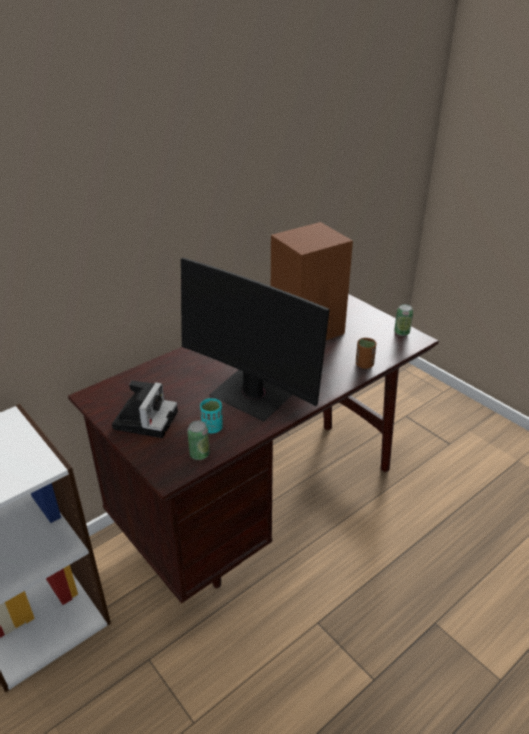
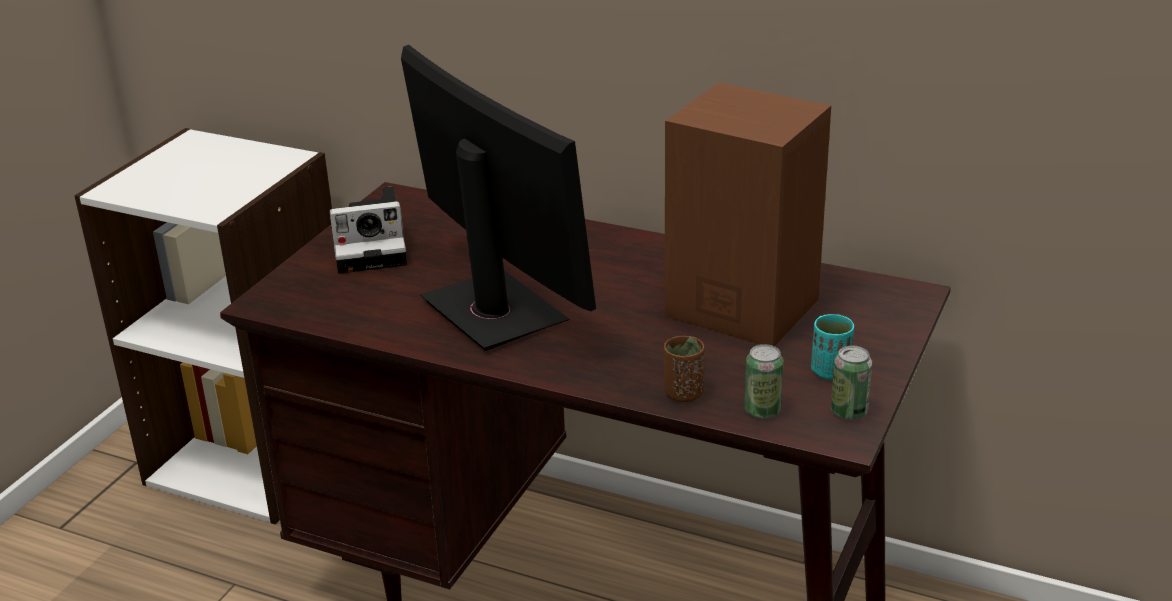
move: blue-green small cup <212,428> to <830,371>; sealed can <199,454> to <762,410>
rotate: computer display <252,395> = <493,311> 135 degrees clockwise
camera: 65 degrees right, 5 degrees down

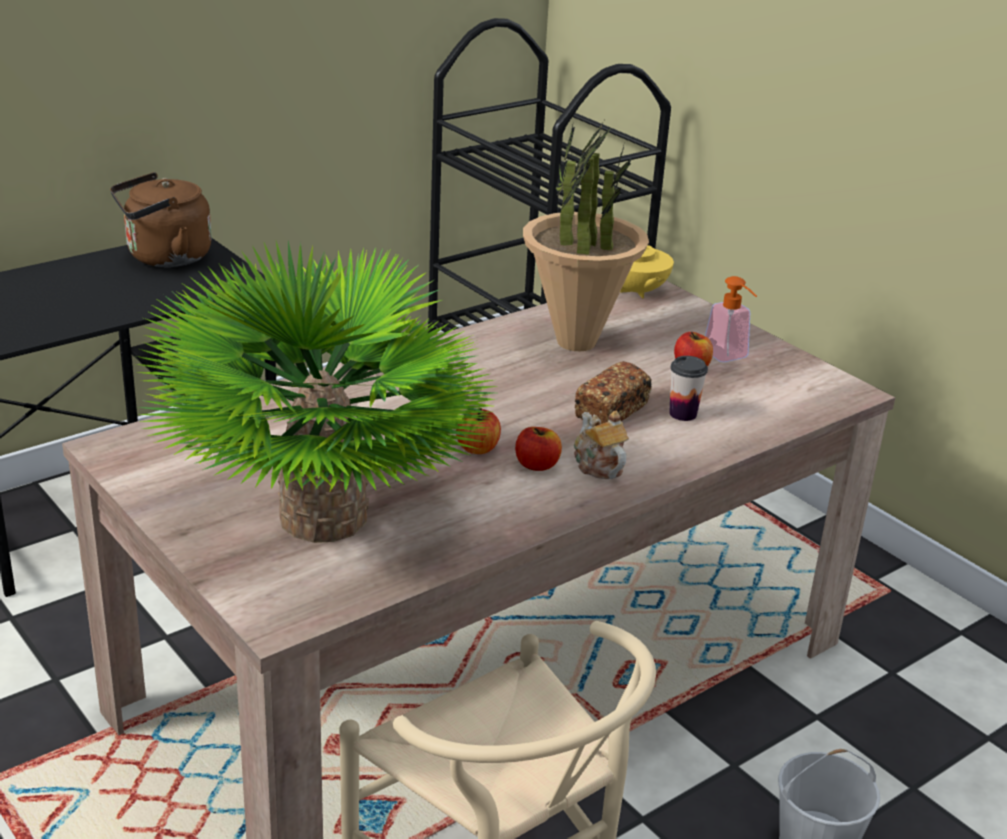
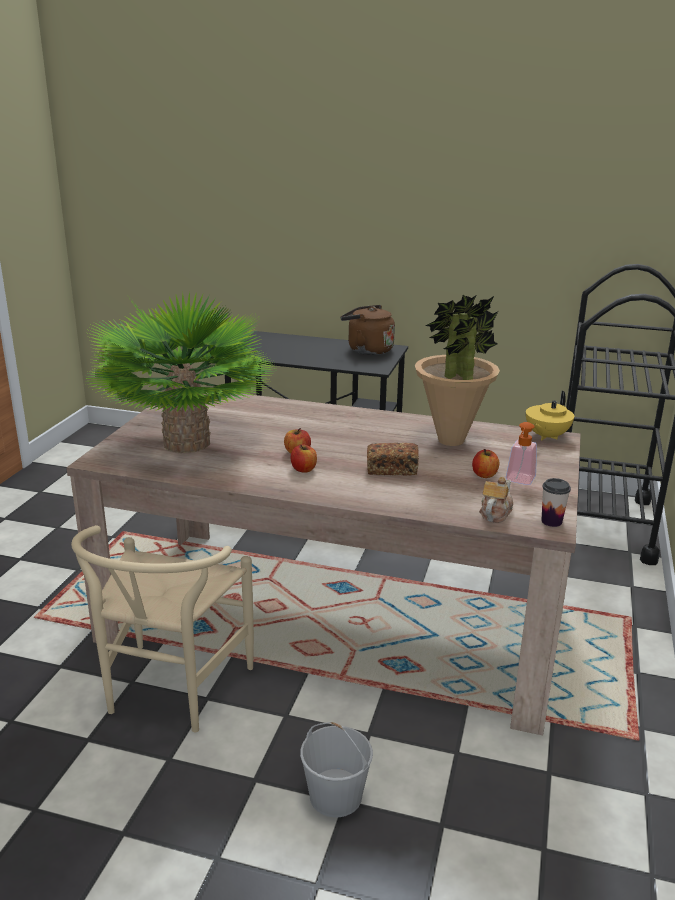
move: small cup <683,414> to <551,521>; teapot <598,465> to <495,513>
camera: 55 degrees right, 5 degrees down

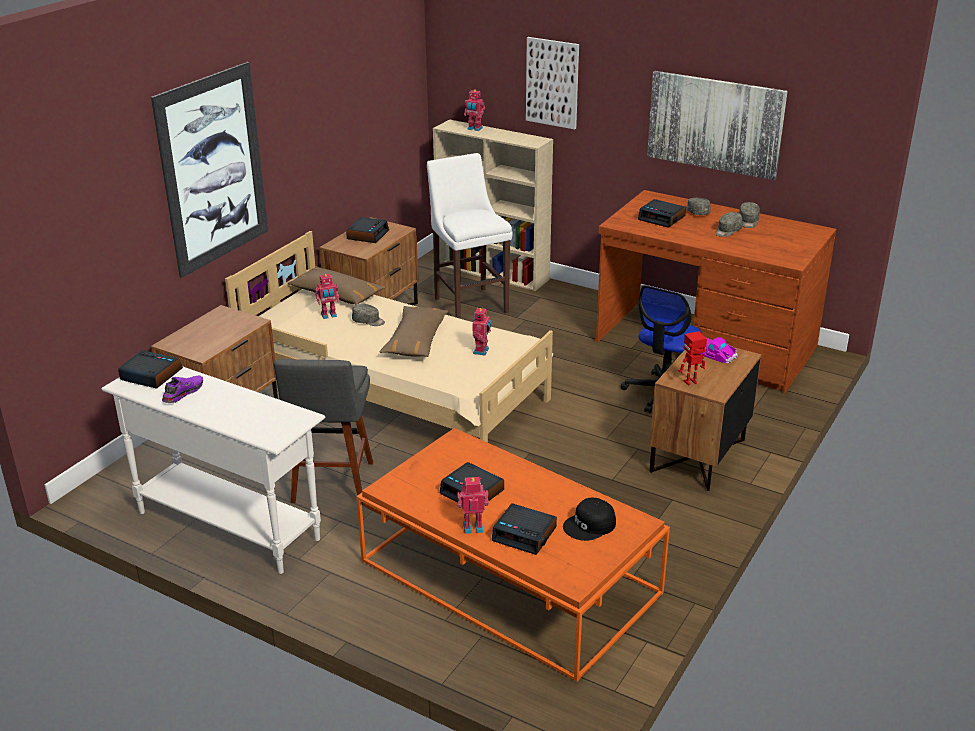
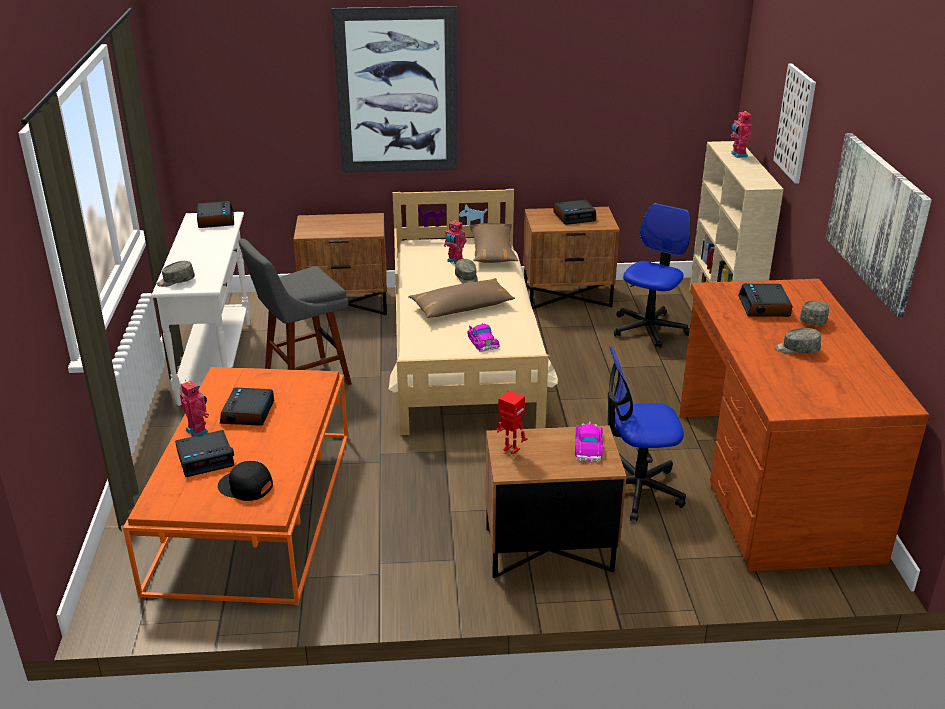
delete: purple-coloured shoe <182,393>
move: greyish baseball cap <748,221> to <176,281>
replace: whitish stool seat <470,303> to office chair <649,329>; robot figure <482,351> to miniature car <482,341>
rotate: table clock <525,534> = <206,458> 105 degrees counterclockwise
camera: 55 degrees right, 0 degrees up

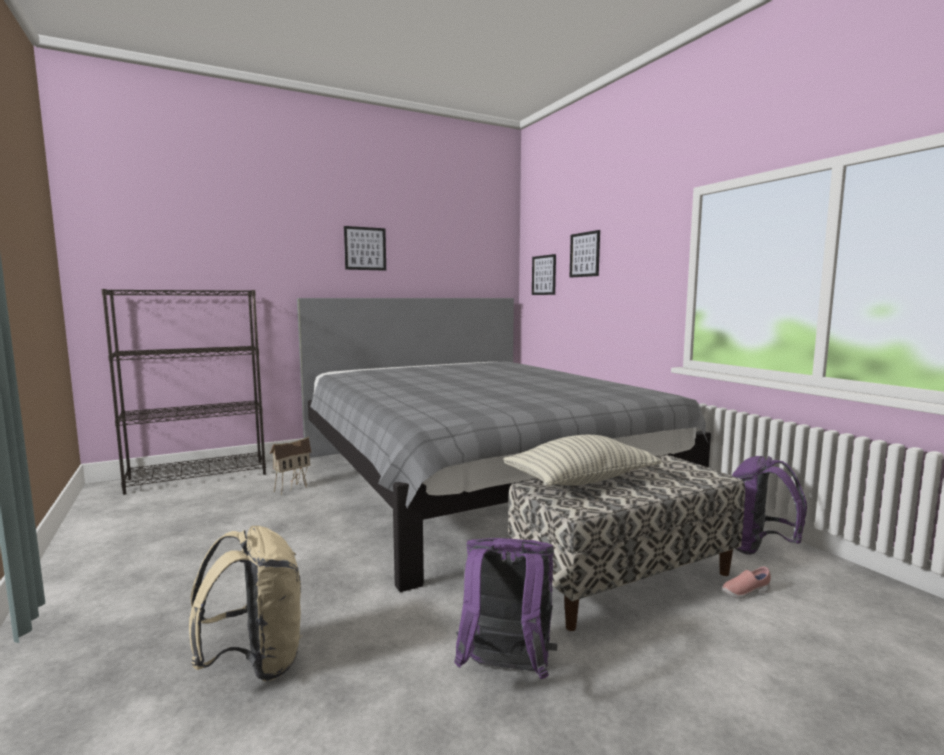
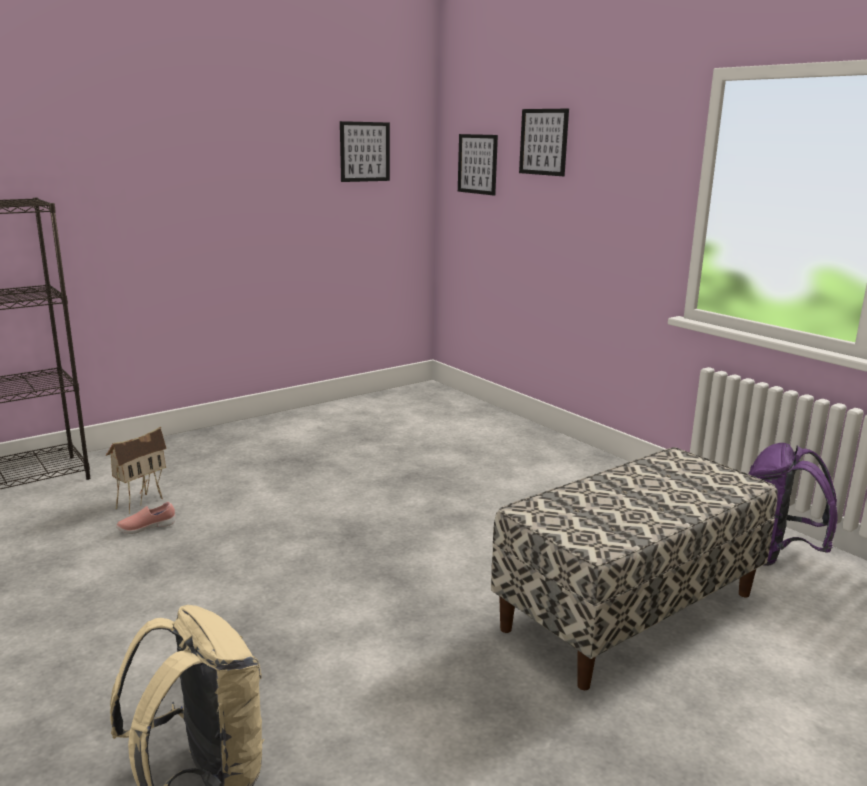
delete: greyish sleeping bed <475,480>; throw pillow <581,481>; purple-coloured knapsack <505,670>
move: picture <365,248> to <364,151>; pink shoe <745,593> to <146,528>
camera: 10 degrees left, 10 degrees up

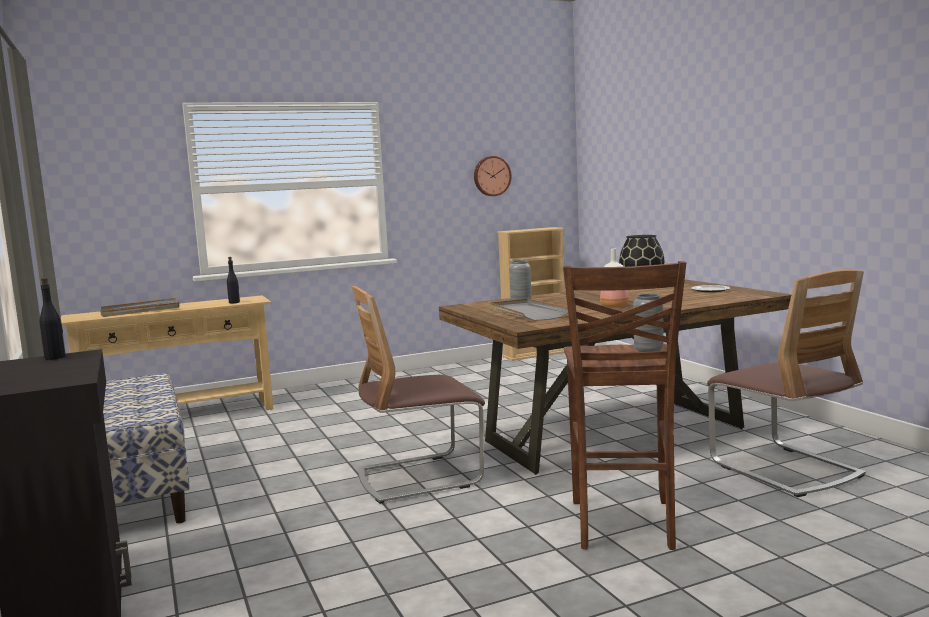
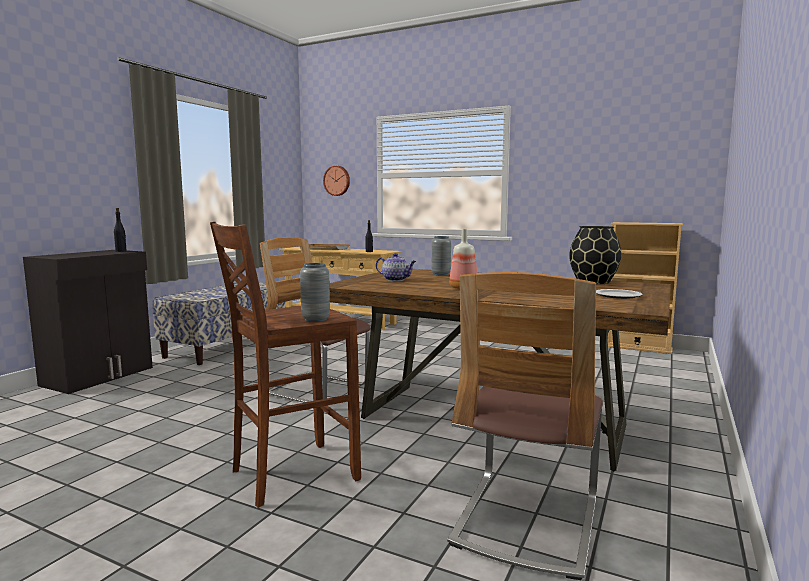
move: clock on the wall <491,176> to <337,180>
replace: greyish carrying tray <527,313> to teapot <396,279>
camera: 50 degrees right, 0 degrees up

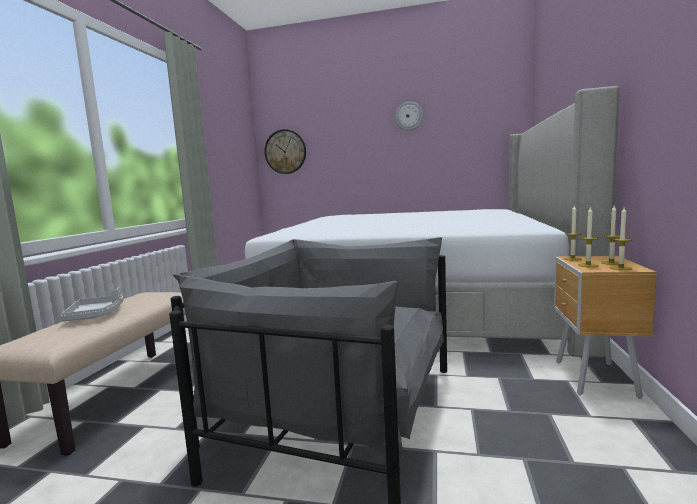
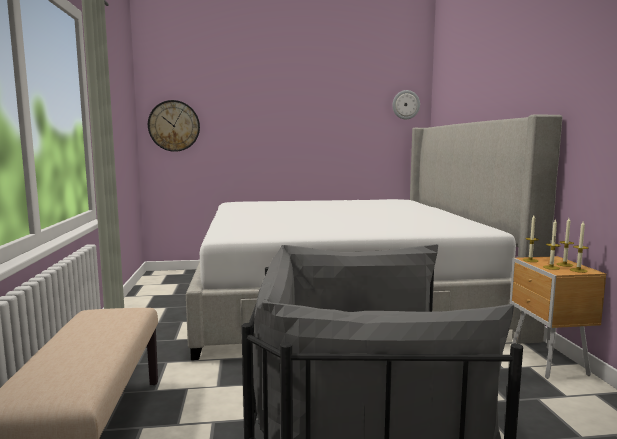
delete: greyish carrying tray <96,315>
move: clock on the wall <409,116> to <405,104>
camera: 20 degrees left, 0 degrees up

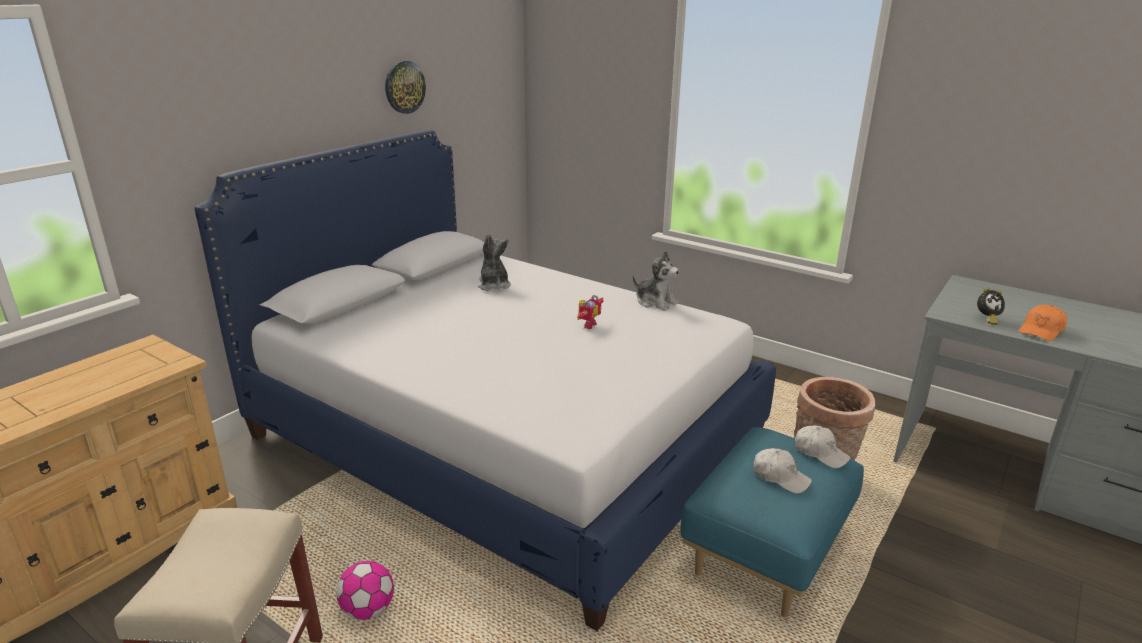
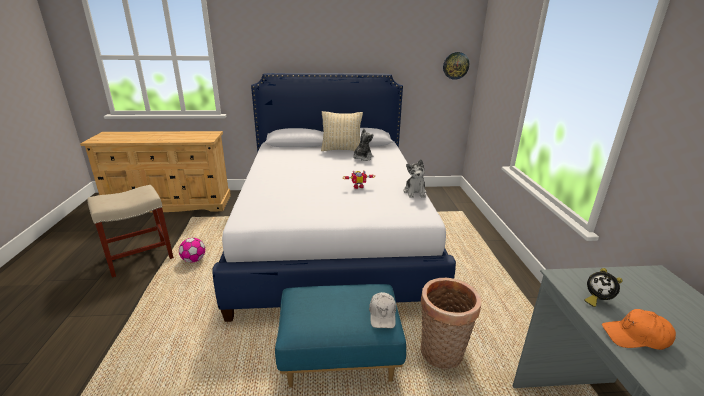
delete: whitish baseball cap <780,477>
insert: beige throw pillow <341,150>
move: clock on the wall <404,87> to <455,65>
camera: 50 degrees right, 0 degrees up

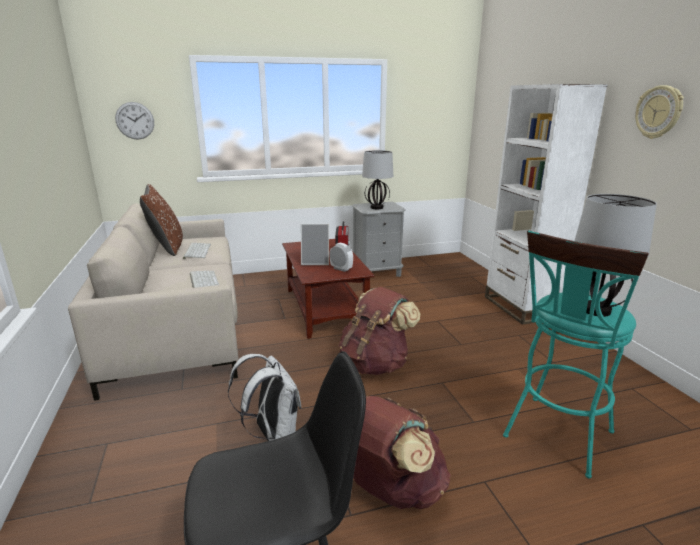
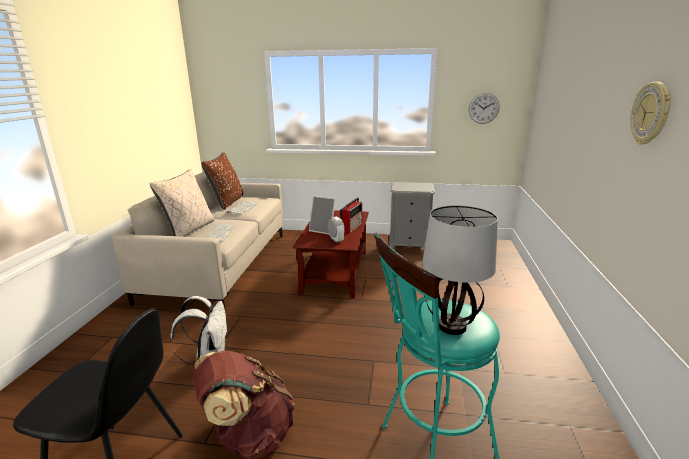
delete: whitish bookshelf <521,307>; table lamp <377,208>; brown knapsack <375,364>
insert: beige throw pillow <189,229>
move: clock on the wall <135,120> to <483,108>
camera: 25 degrees right, 0 degrees up

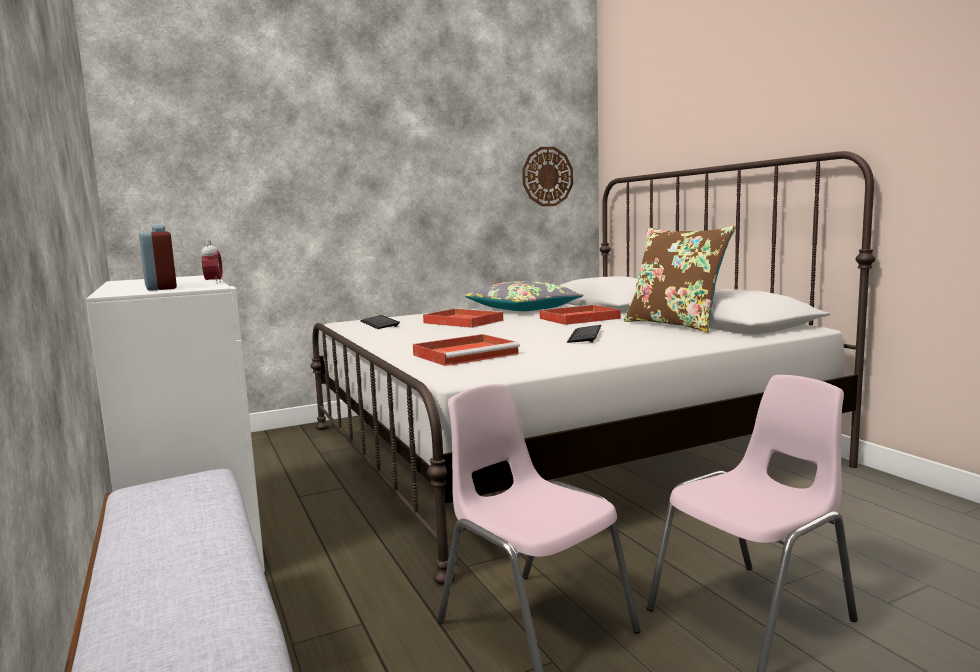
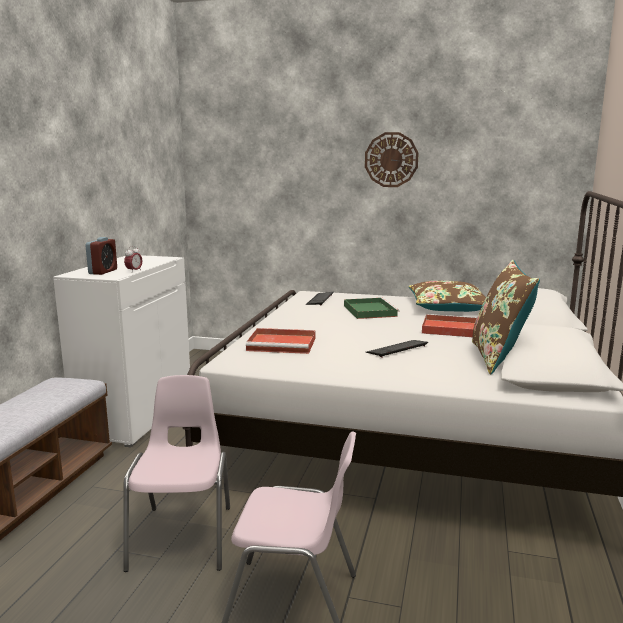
move: clock on the wall <547,176> to <391,159>
recolor: greyish throw pillow <523,309> to brown throw pillow <448,307>; reddish carrying tray <462,321> to green carrying tray <369,310>
camera: 40 degrees right, 5 degrees up

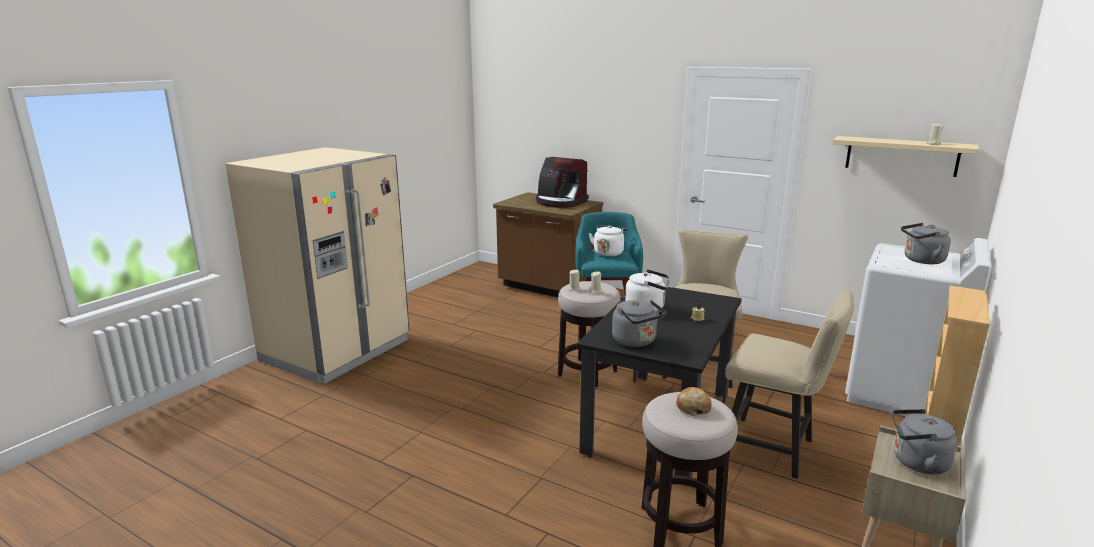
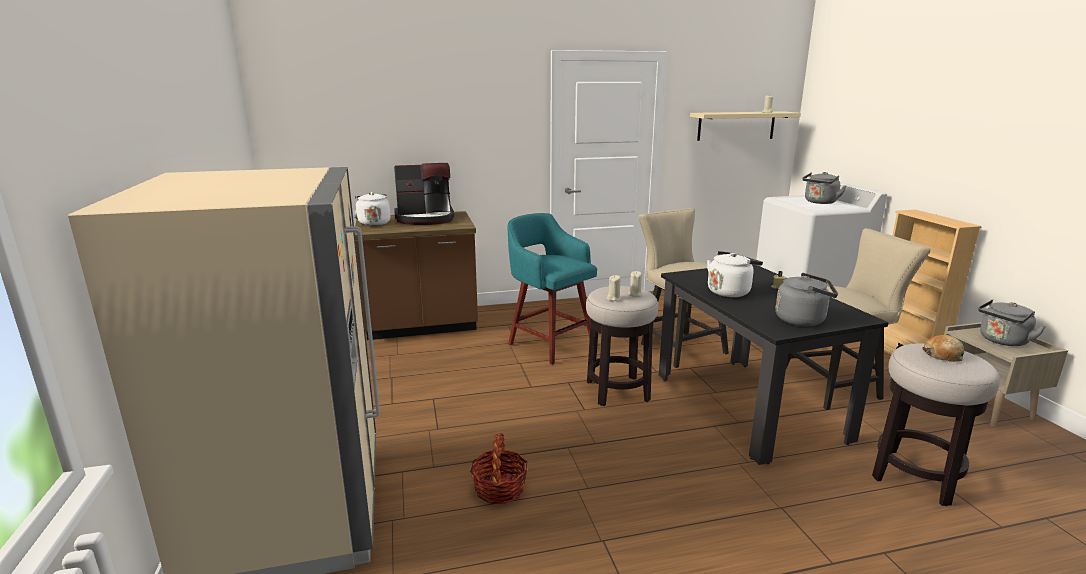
insert: storage basket <499,488>
move: whitish tea kettle <608,253> to <373,223>
camera: 45 degrees left, 0 degrees up

